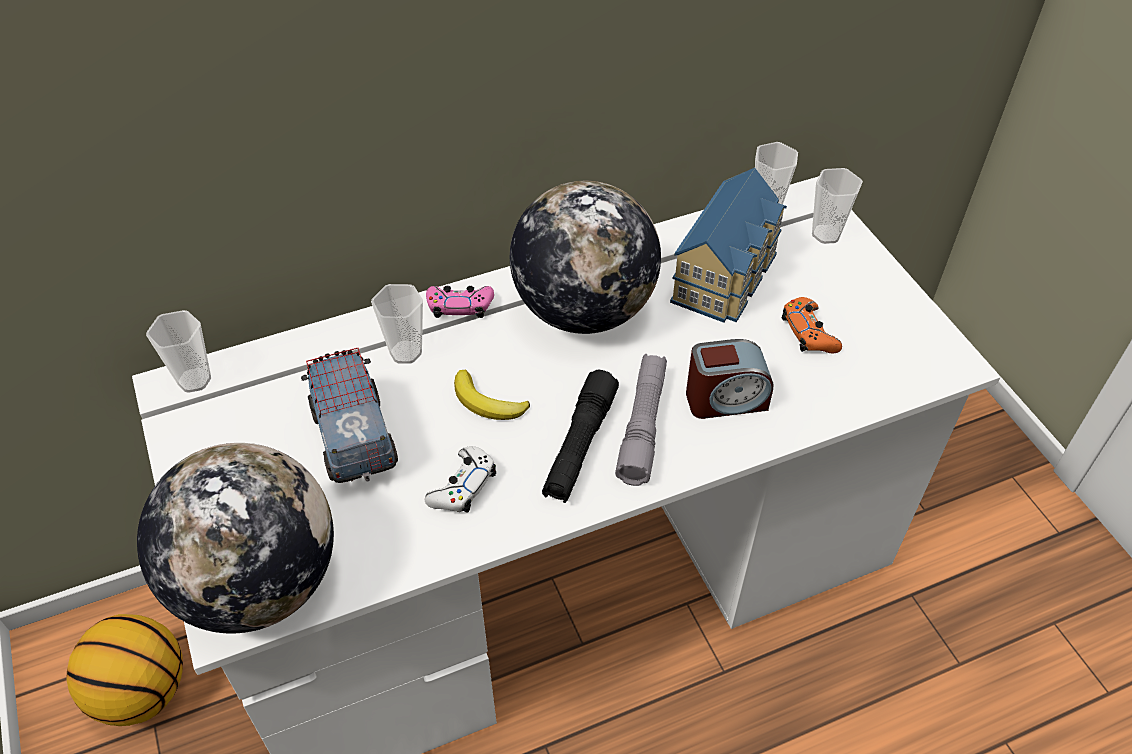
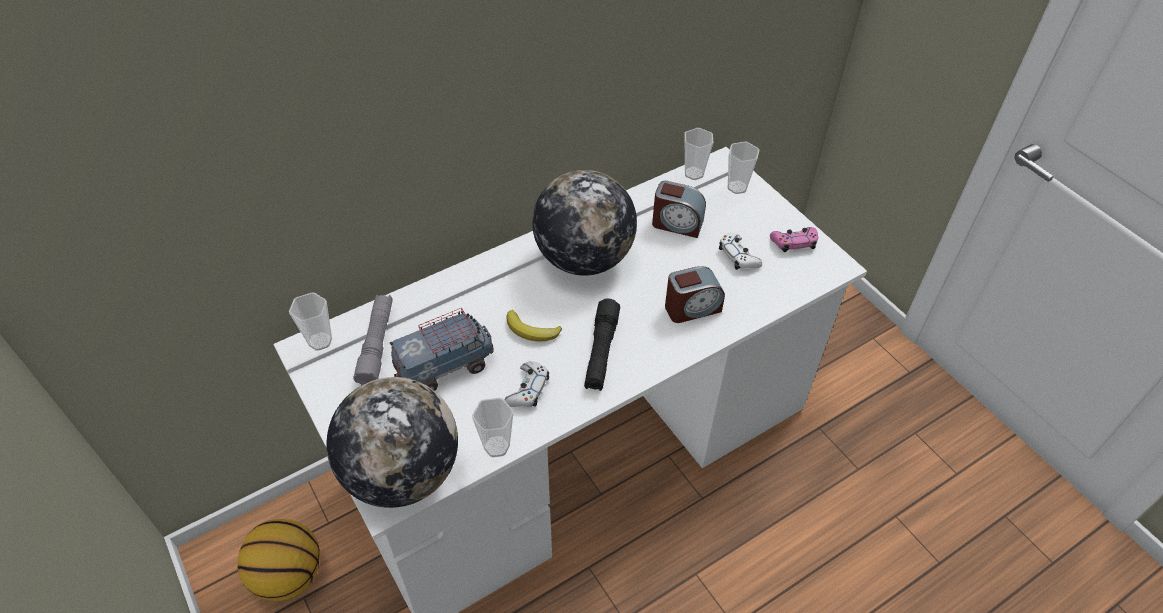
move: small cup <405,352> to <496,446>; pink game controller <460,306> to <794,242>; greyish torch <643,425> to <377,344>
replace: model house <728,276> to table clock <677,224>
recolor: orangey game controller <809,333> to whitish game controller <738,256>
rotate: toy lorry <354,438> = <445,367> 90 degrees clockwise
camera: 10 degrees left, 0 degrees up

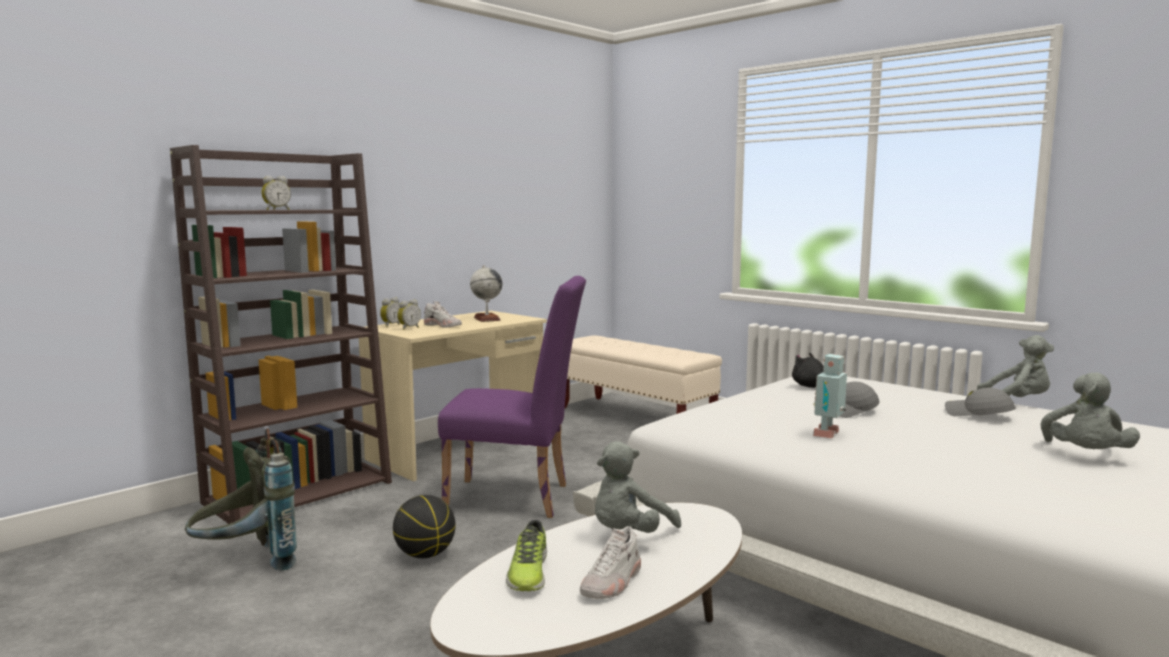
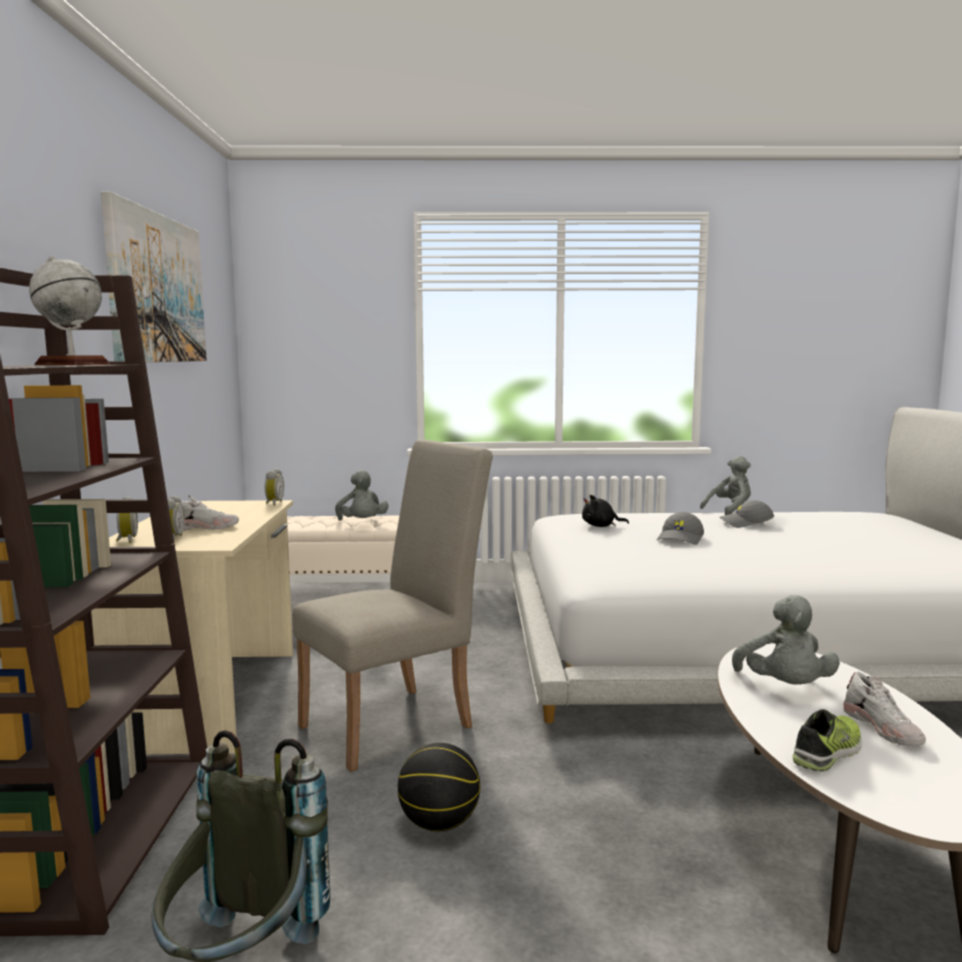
delete: robot figure <829,434>
insert: picture <157,289>
move: table clock <276,209> to <273,503>; desk globe <486,319> to <72,364>; greyish cuddly toy <1085,455> to <362,523>
recolor: purple-coloured upright chair <517,498> to beige upright chair <398,722>
rotate: shoe <528,573> = <829,752> 90 degrees counterclockwise
camera: 45 degrees left, 0 degrees up

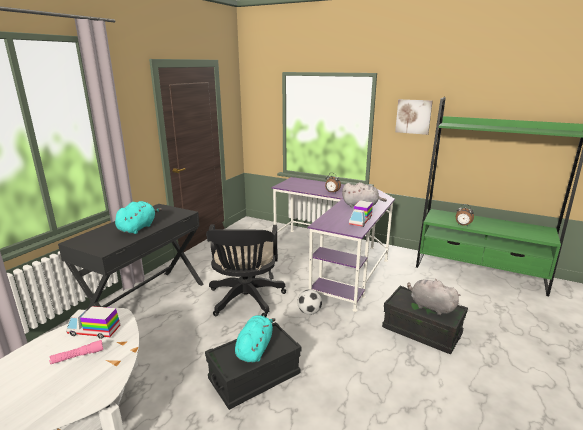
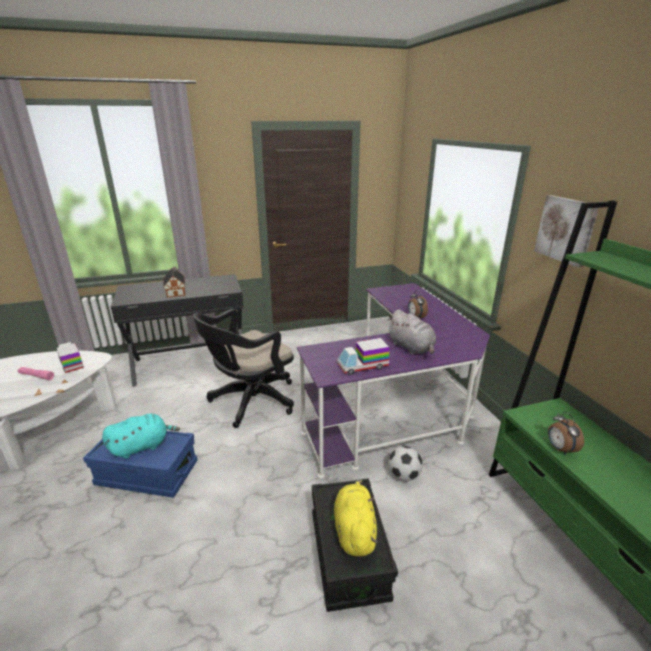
move: football <309,312> to <404,475>
replace: blue-green cuddly toy <138,228> to model house <176,291>
recolor: greyish cuddly toy <430,307> to yellowish cuddly toy <354,530>; black storage bin <254,377> to blue-coloured storage bin <147,474>
camera: 45 degrees right, 5 degrees up

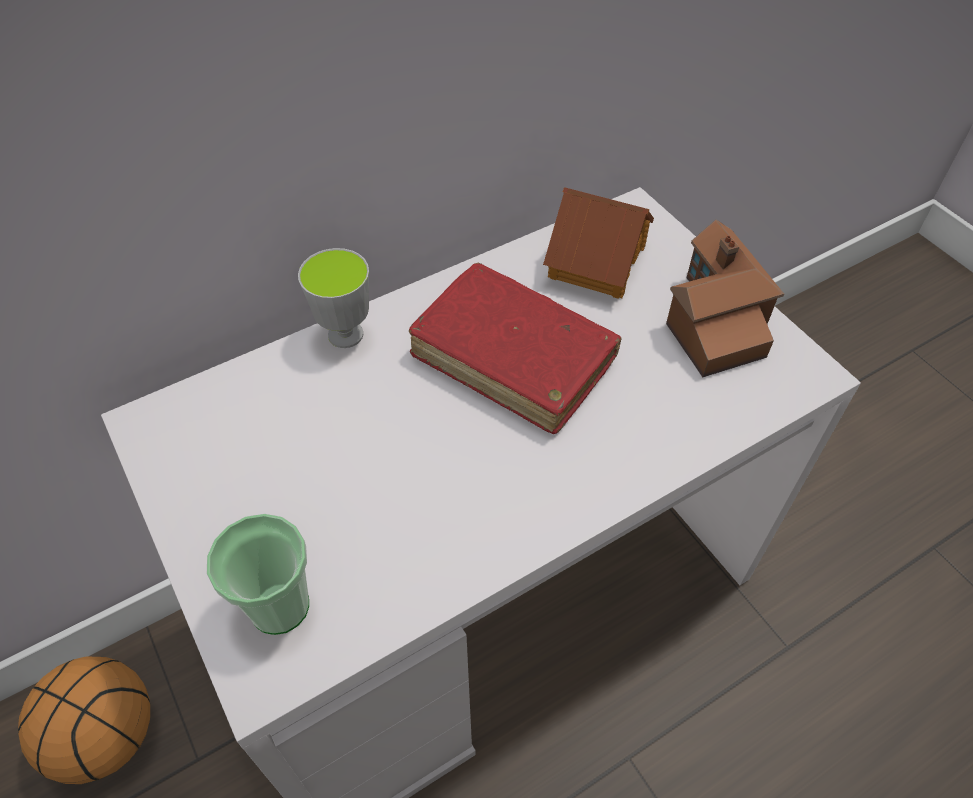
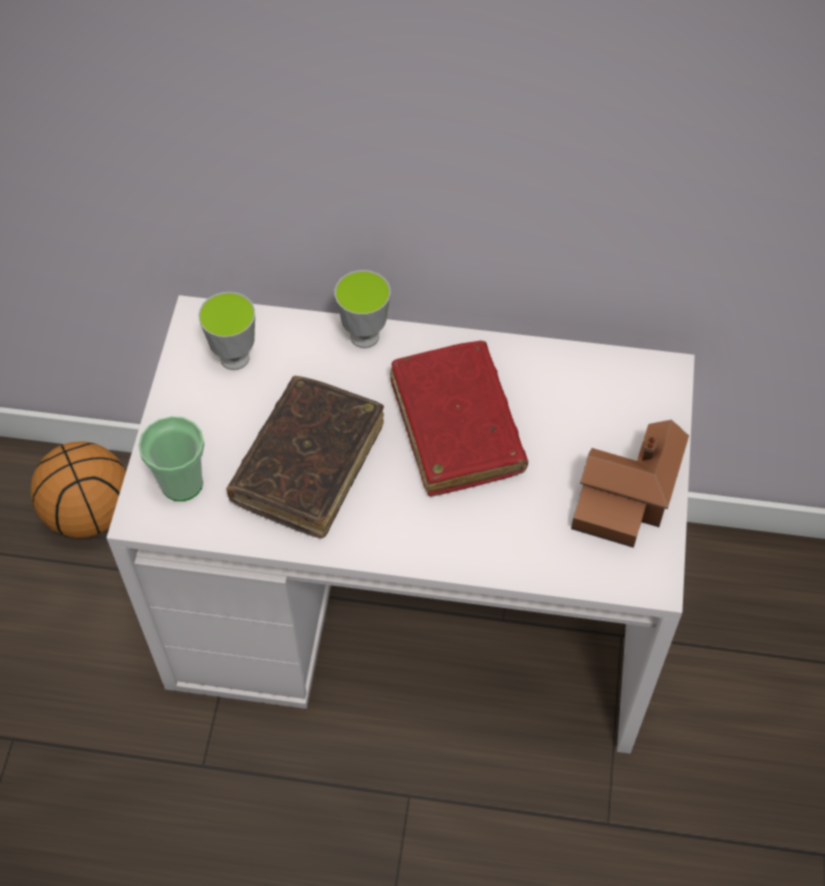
delete: model house <595,260>
insert: small cup <234,358>; brown volume <308,464>
camera: 40 degrees right, 5 degrees up

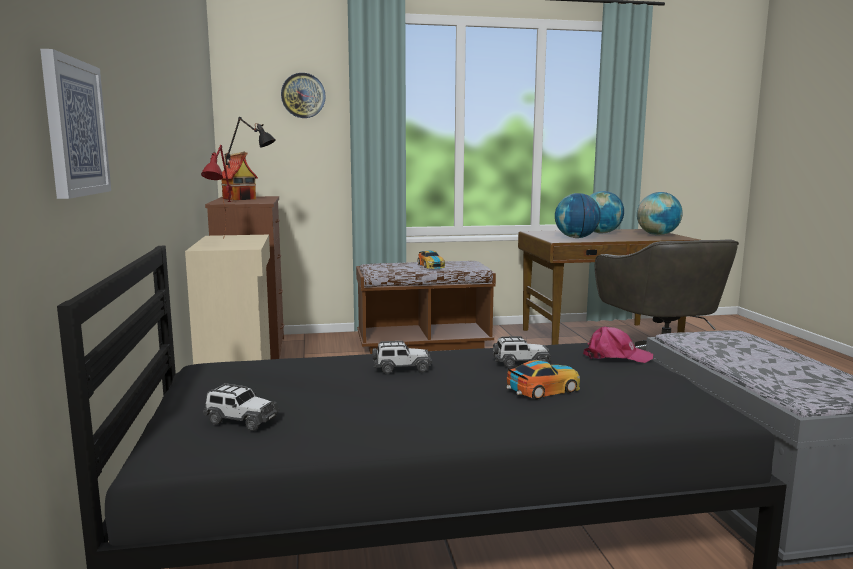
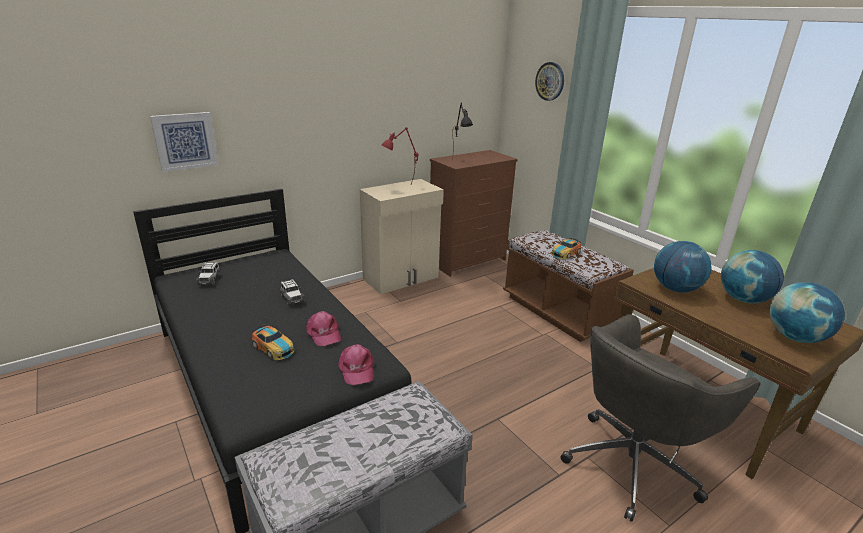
delete: model house <240,199>
replace: miniature car <521,363> to pink baseball cap <323,333>
camera: 65 degrees right, 15 degrees up

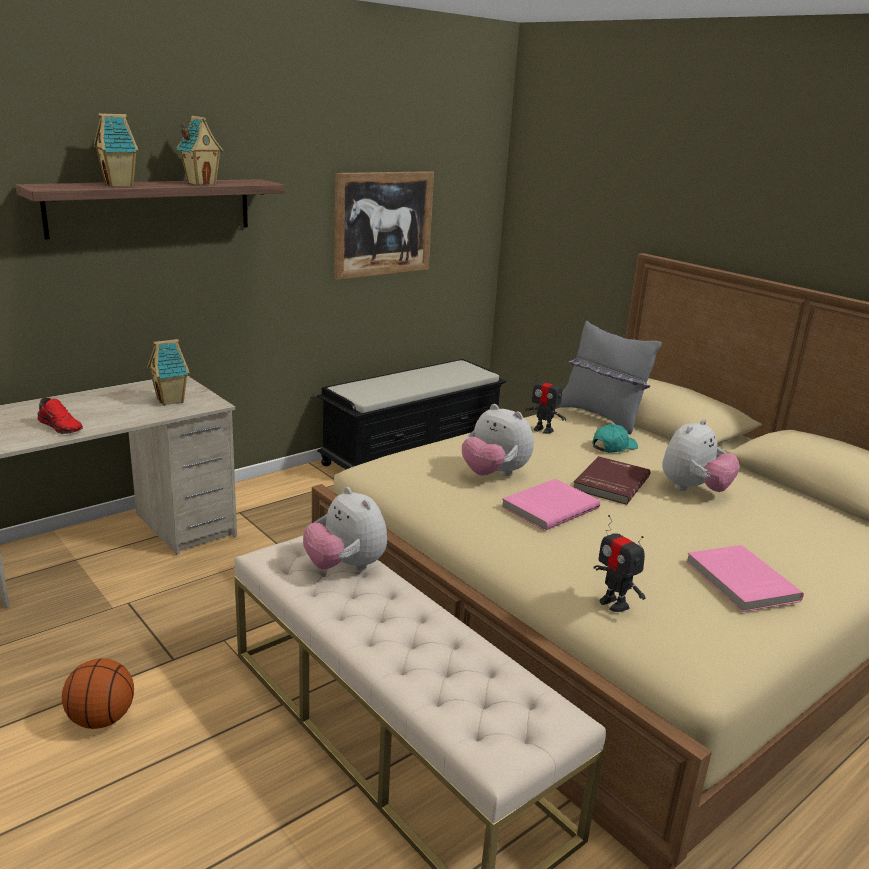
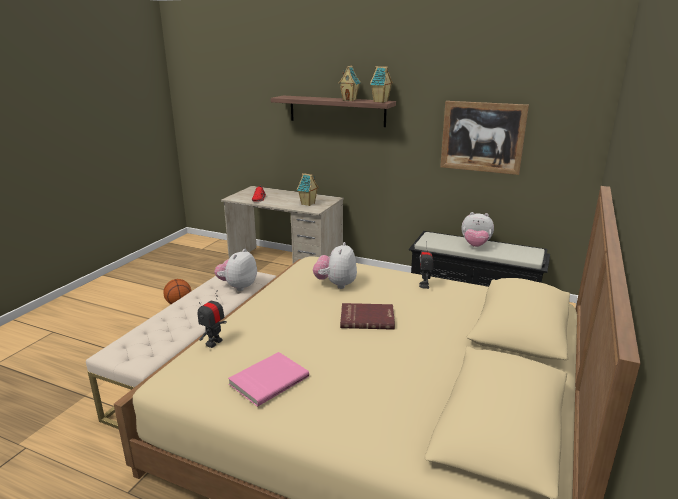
delete: greyish throw pillow <601,417>; blue-green baseball cap <613,447>; pink volume <549,507>
move: model house <120,185> to <381,101>; cuddly toy <693,489> to <475,245>
camera: 65 degrees right, 0 degrees up

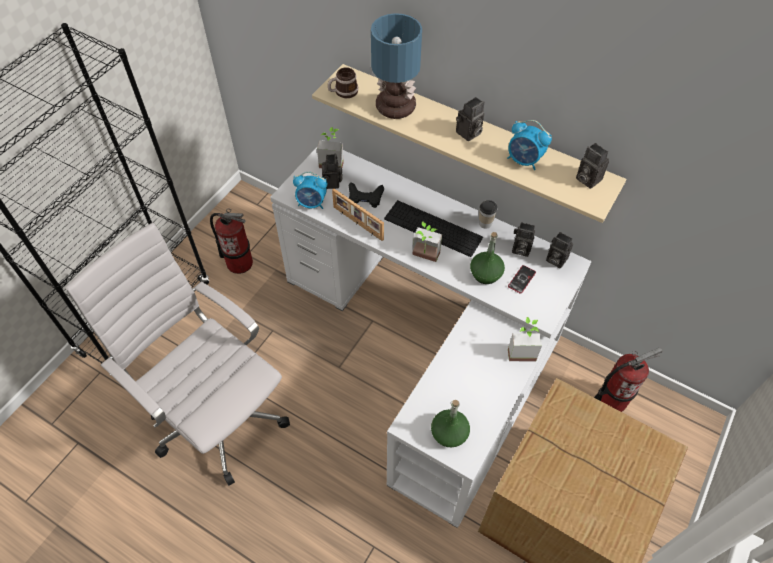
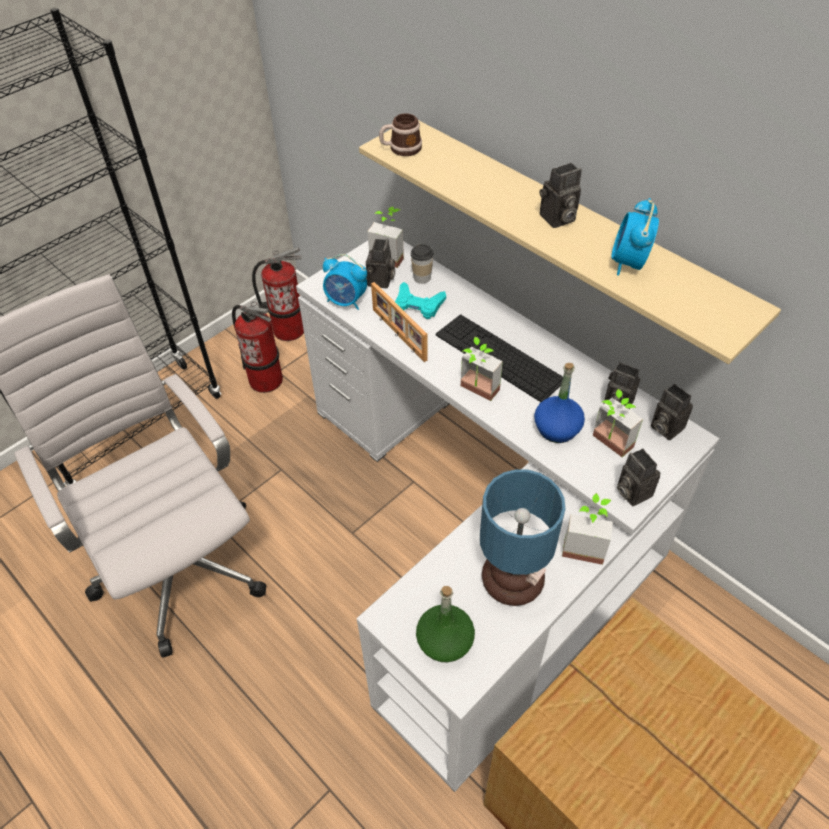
move: table lamp <394,107> to <509,580>; photo camera <586,179> to <631,491>; small cup <485,223> to <422,278>; fire-fighting cylinder <611,399> to <288,329>
replace: telephone <521,279> to plant in a pot <608,445>
recolor: black game controller <365,197> to blue-green game controller <418,305>; green drink bottle <485,274> to blue-coloured drink bottle <556,429>
rotate: table clock <524,161> = <628,263> 60 degrees clockwise
camera: 15 degrees right, 5 degrees down

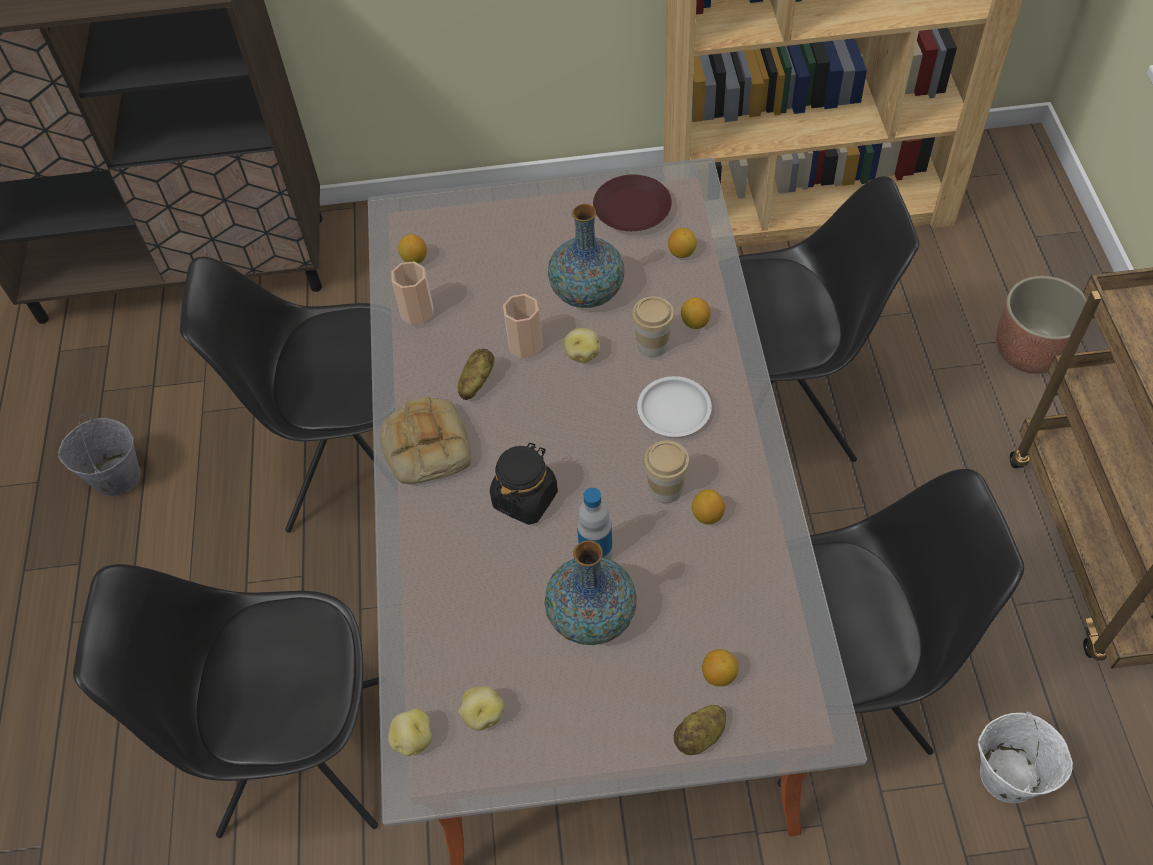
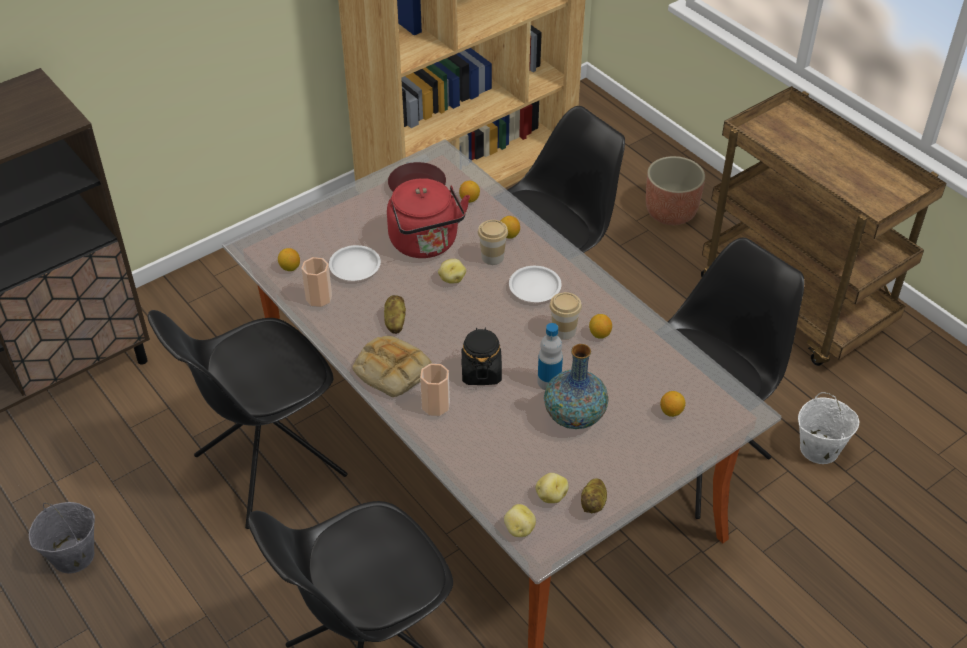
insert: whitish dinner plate <355,266>
move: small cup <525,345> to <435,405>; whole potato <700,736> to <594,503>
replace: flower vase <587,293> to reddish tea kettle <426,244>
camera: 35 degrees left, 10 degrees down

